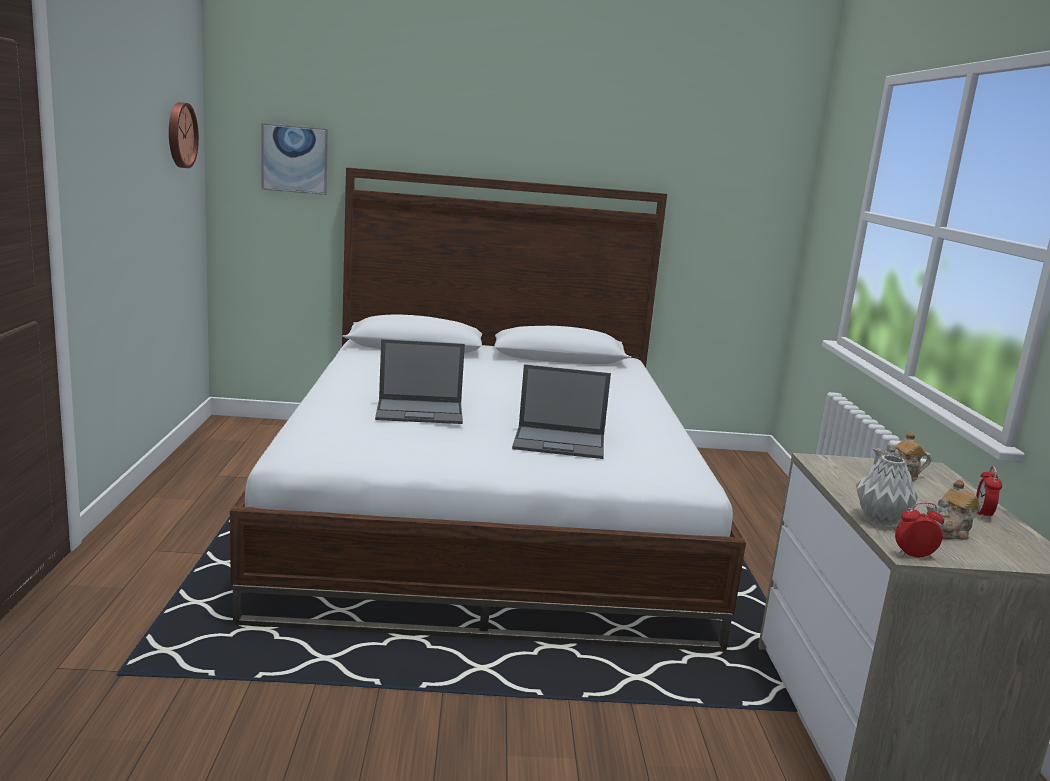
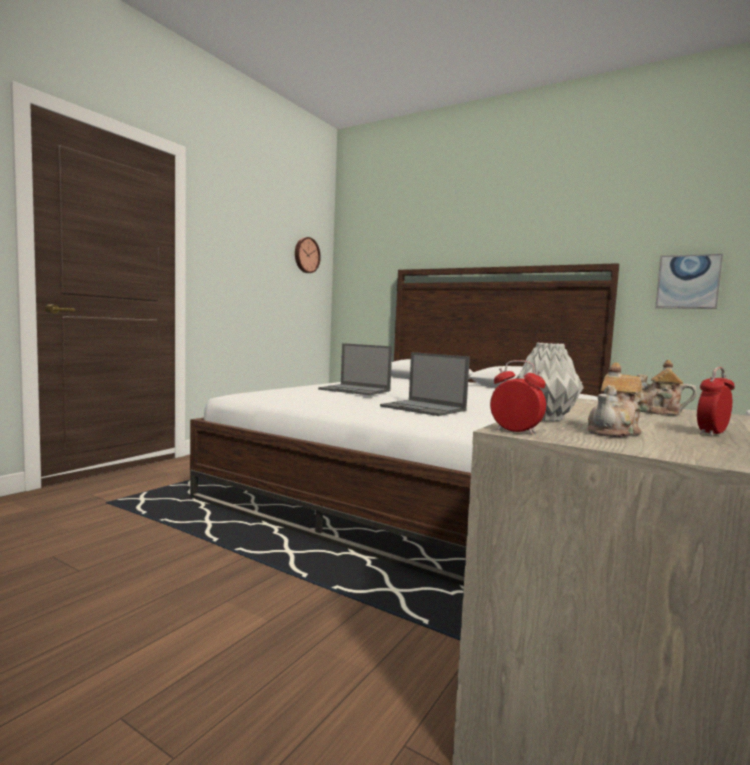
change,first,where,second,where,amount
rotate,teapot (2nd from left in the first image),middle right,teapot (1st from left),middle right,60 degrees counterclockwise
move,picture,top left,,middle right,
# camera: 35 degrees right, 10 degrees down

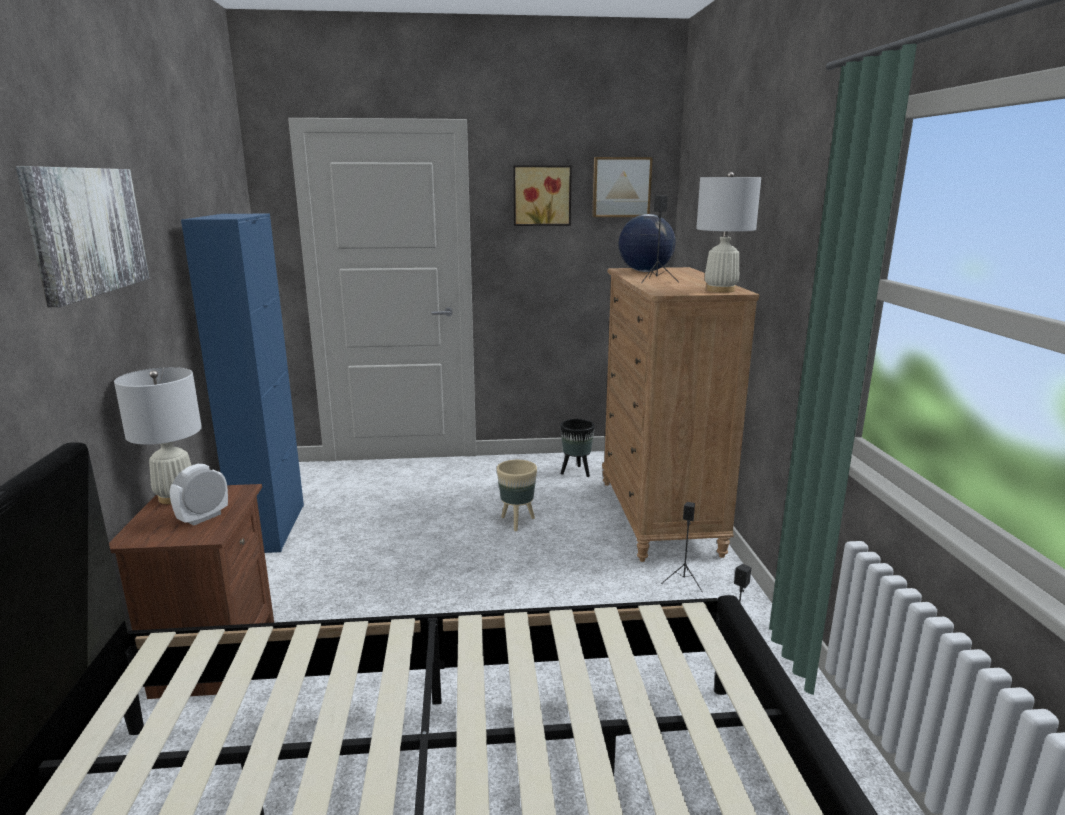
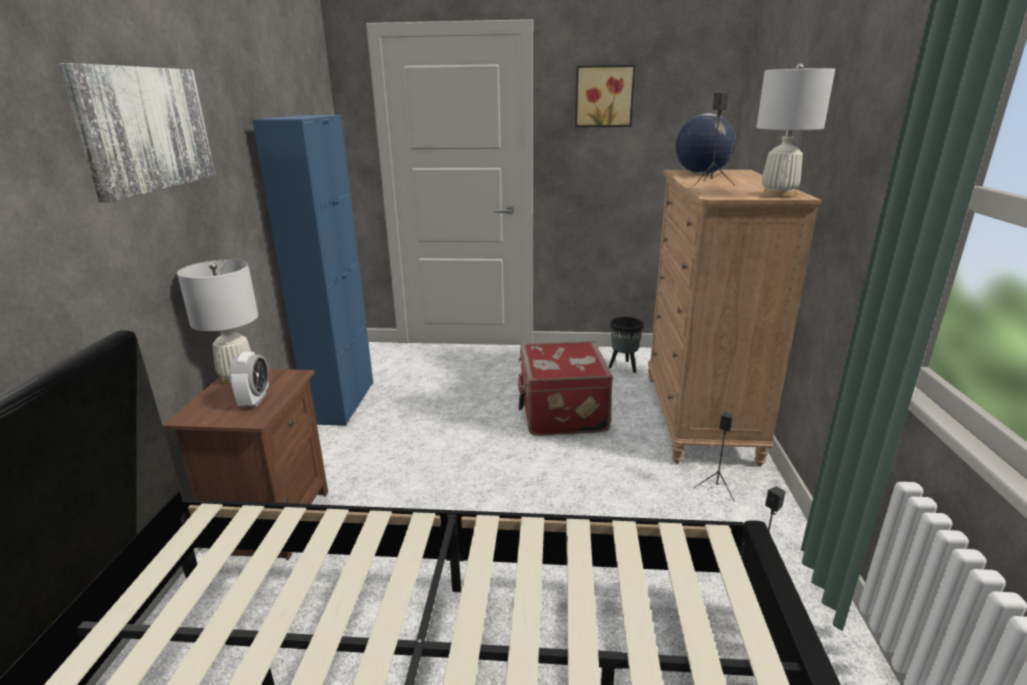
change,first,where,second,where,amount
rotate,alarm clock,middle left,,middle left,135 degrees clockwise
replace,planter (beige),centre,suitcase (red),centre,
delete,picture (3rd from left),top centre,,,
# camera: 10 degrees right, 5 degrees up

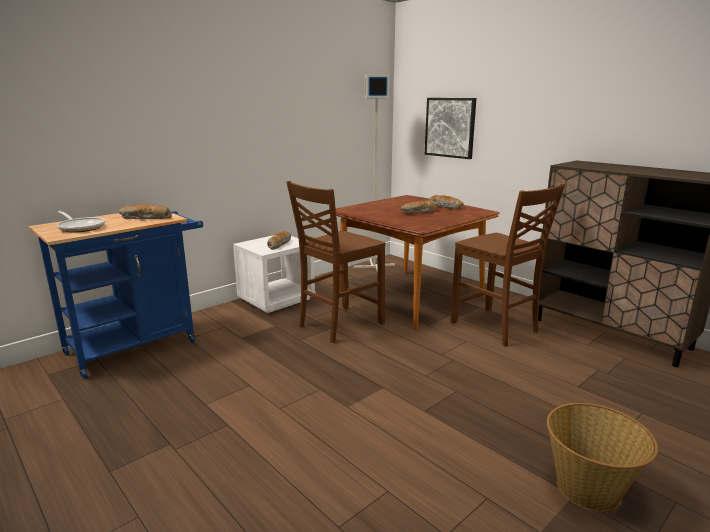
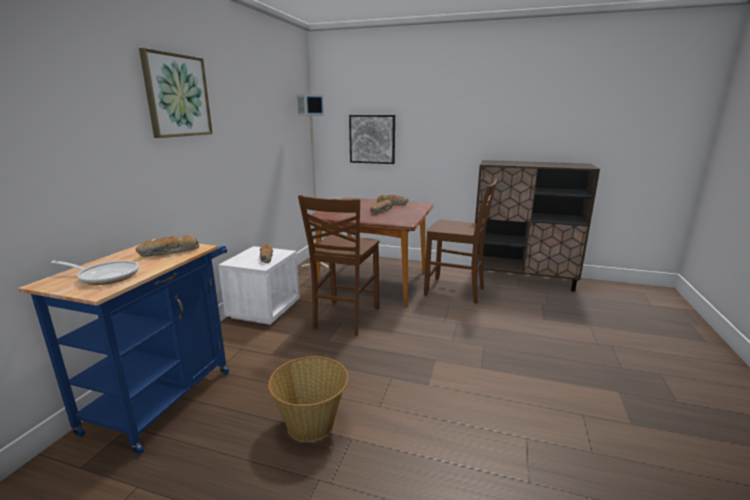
change,first,where,second,where,amount
insert,,,picture (1st from left),top left,
move,basket,bottom right,,bottom centre,
# camera: 30 degrees left, 0 degrees up

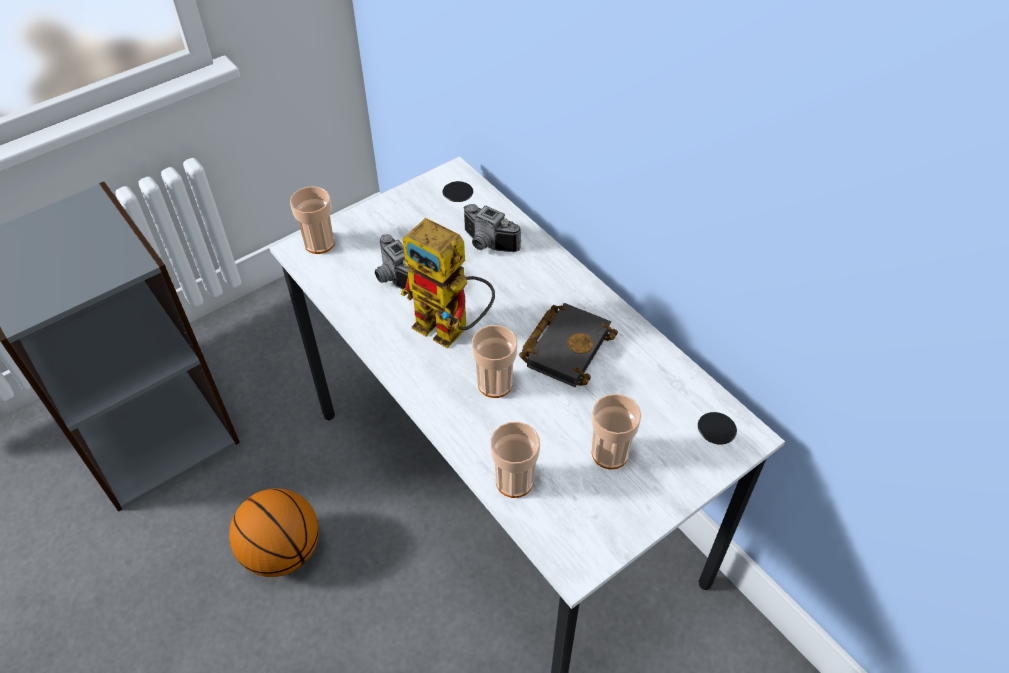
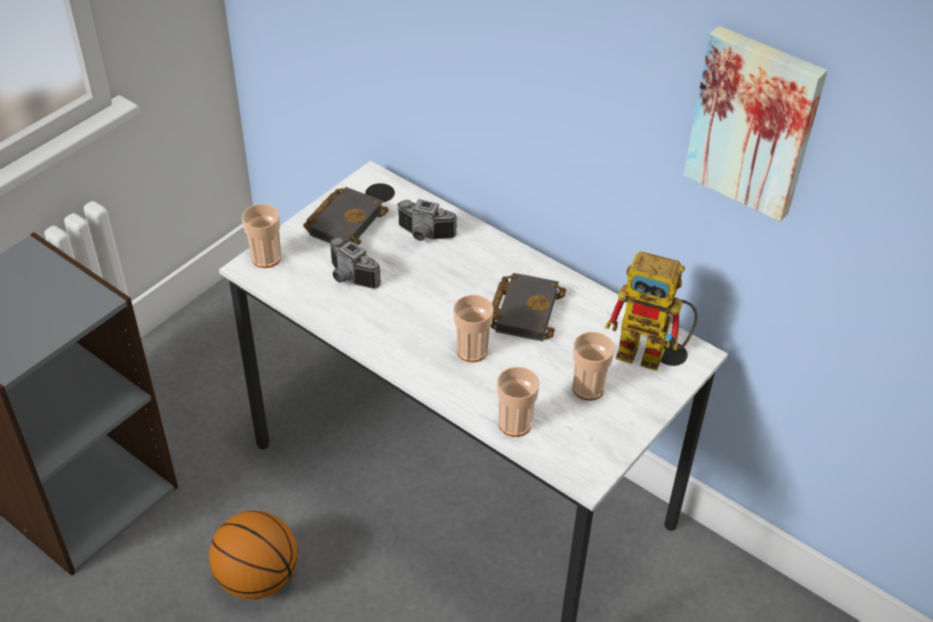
change,first,where,second,where,amount
insert,,,book (black) (1st from left),centre,
move,toy robot,centre,,middle right,
insert,,,picture,top right,
# camera: 15 degrees left, 5 degrees down

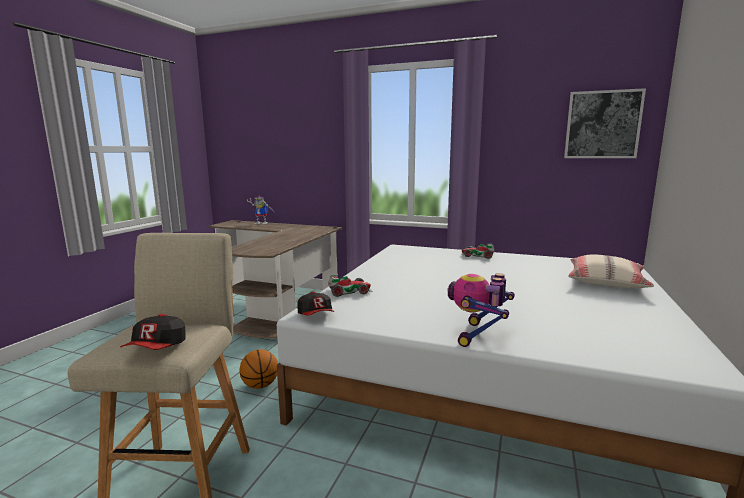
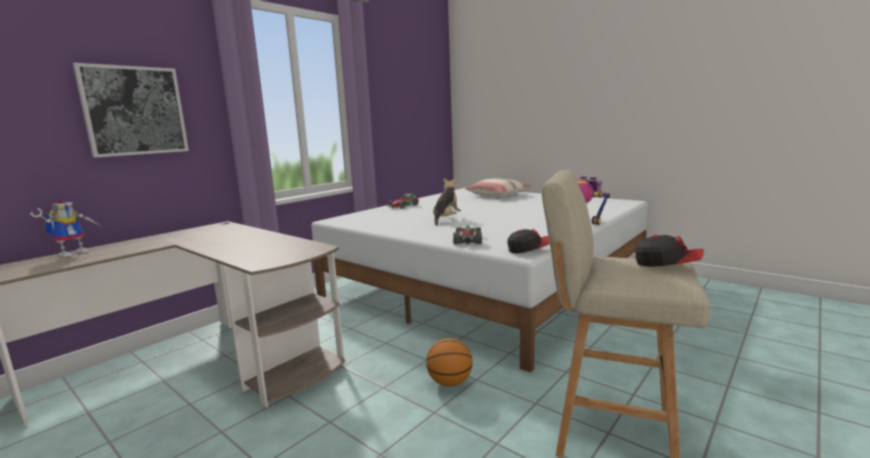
change,first,where,second,where,amount
move,picture,top right,,top left,
insert,,,plush toy,centre,
# camera: 70 degrees left, 0 degrees up

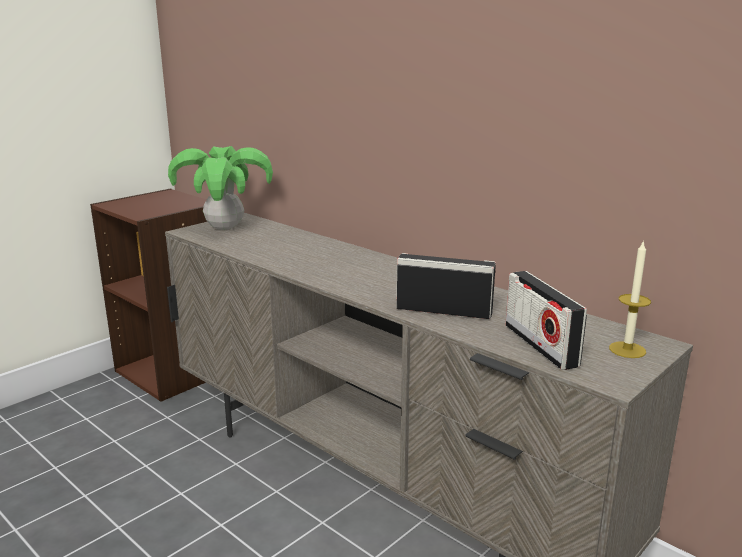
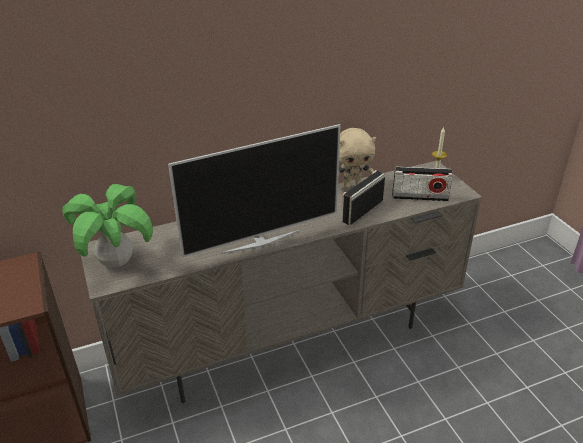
change,first,where,second,where,amount
insert,,,television,centre,
insert,,,plush toy (beige),centre,
# camera: 65 degrees left, 15 degrees up

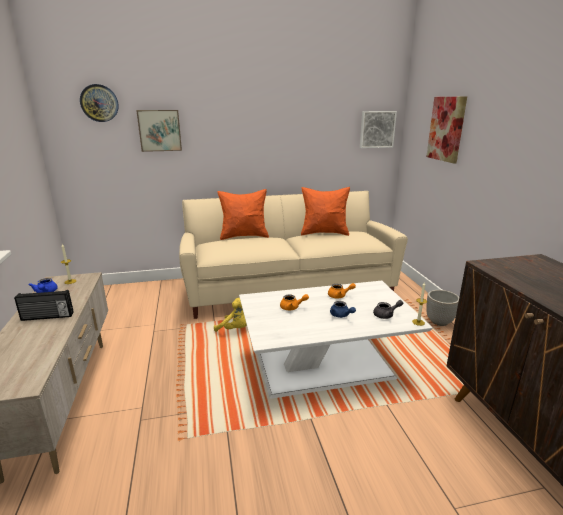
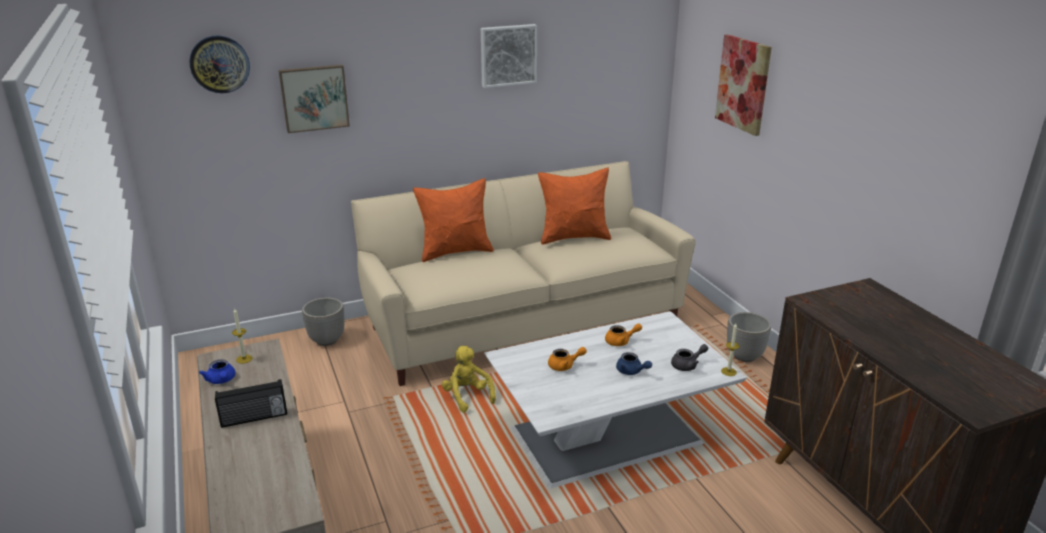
change,first,where,second,where,amount
insert,,,planter (1st from left),middle left,
rotate,plush toy (yellow),centre,,bottom centre,135 degrees counterclockwise
move,picture (2nd from left),top right,,top centre,
# camera: 10 degrees left, 5 degrees up

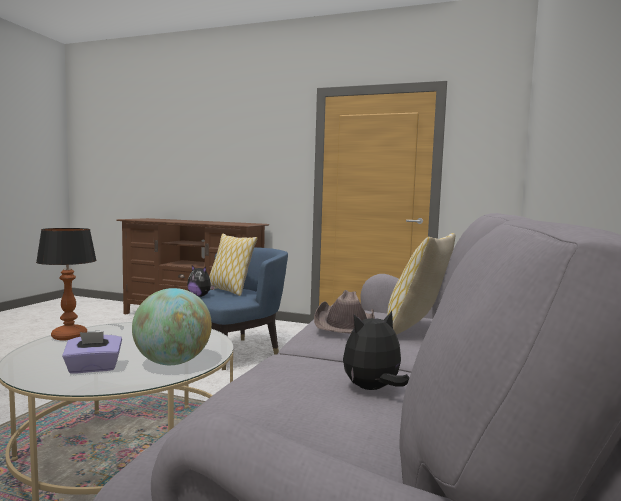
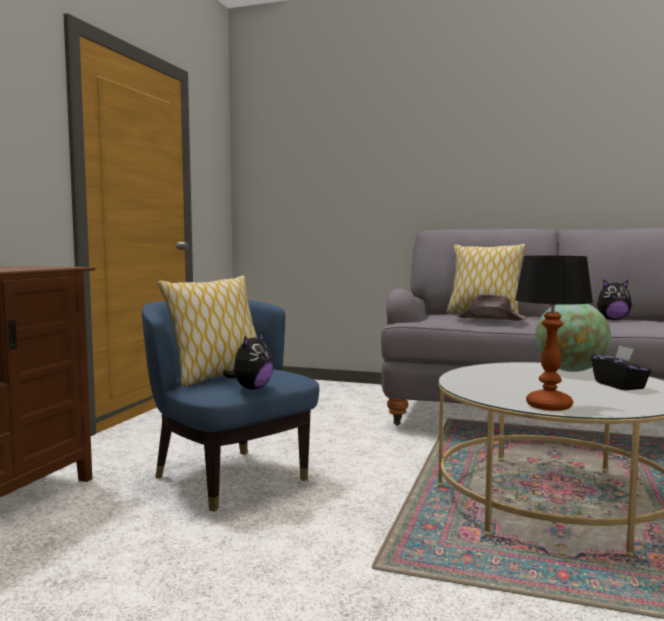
change,first,where,second,where,amount
recolor,tissue box (purple),bottom left,tissue box (black),middle right,
rotate,plush toy (2nd from left),bottom centre,,middle right,60 degrees counterclockwise
# camera: 90 degrees left, 0 degrees up

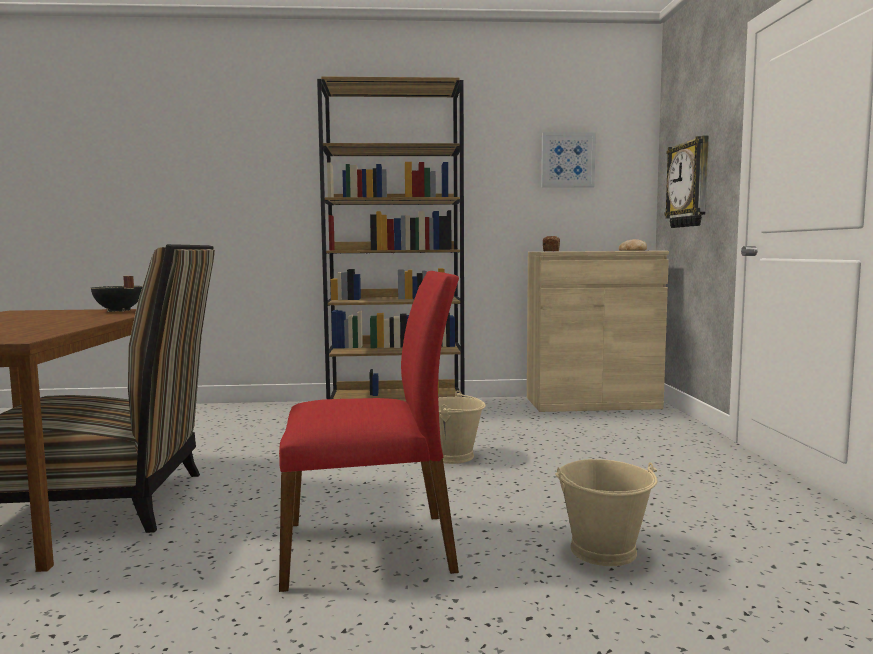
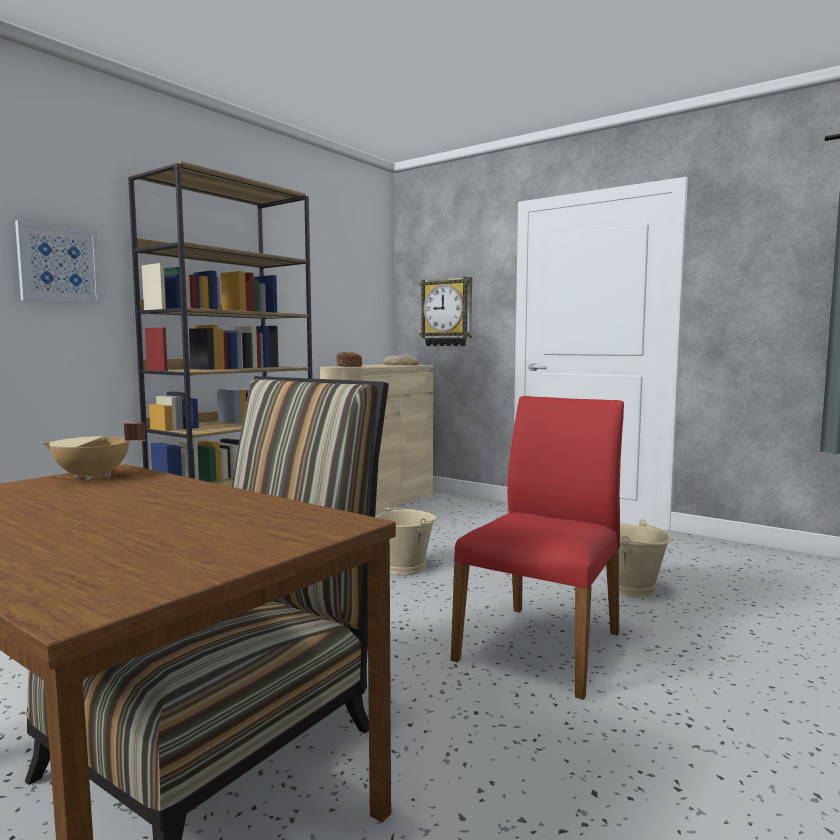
change,first,where,second,where,amount
move,picture,top centre,,top left,
recolor,cooking pot (black),middle left,cooking pot (beige),middle left,
# camera: 50 degrees left, 0 degrees up

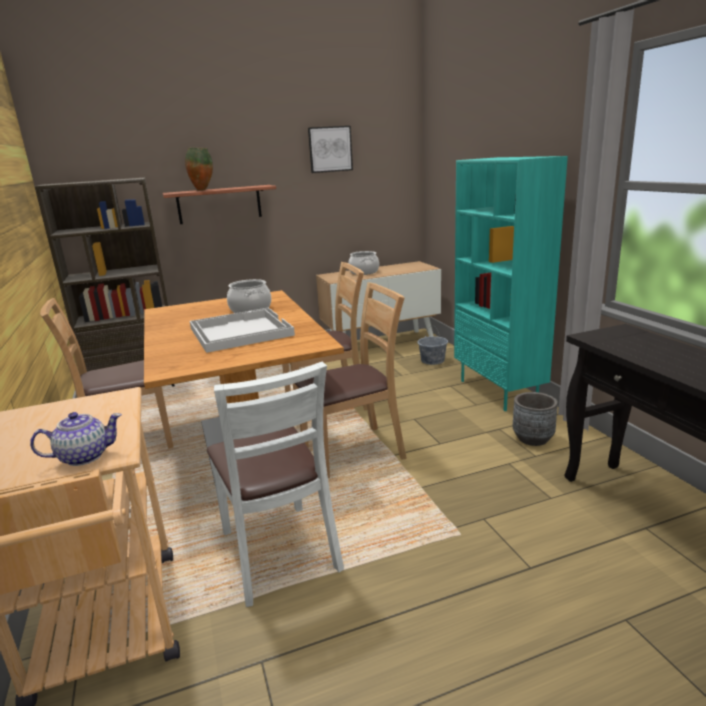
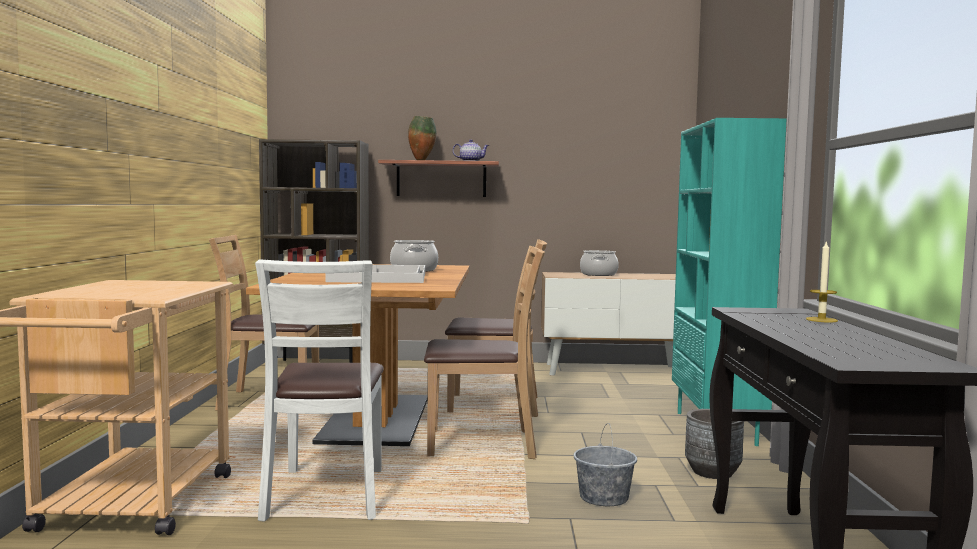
change,first,where,second,where,amount
move,teapot,middle left,,top centre,
move,bucket (grey),centre,,bottom centre,
insert,,,candle,middle right,
delete,picture,top centre,,,
# camera: 20 degrees right, 15 degrees down

